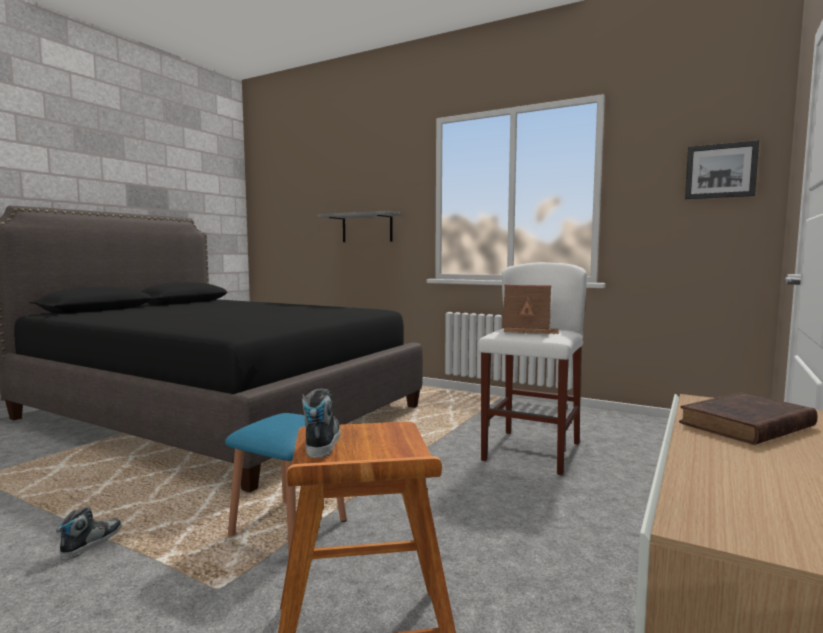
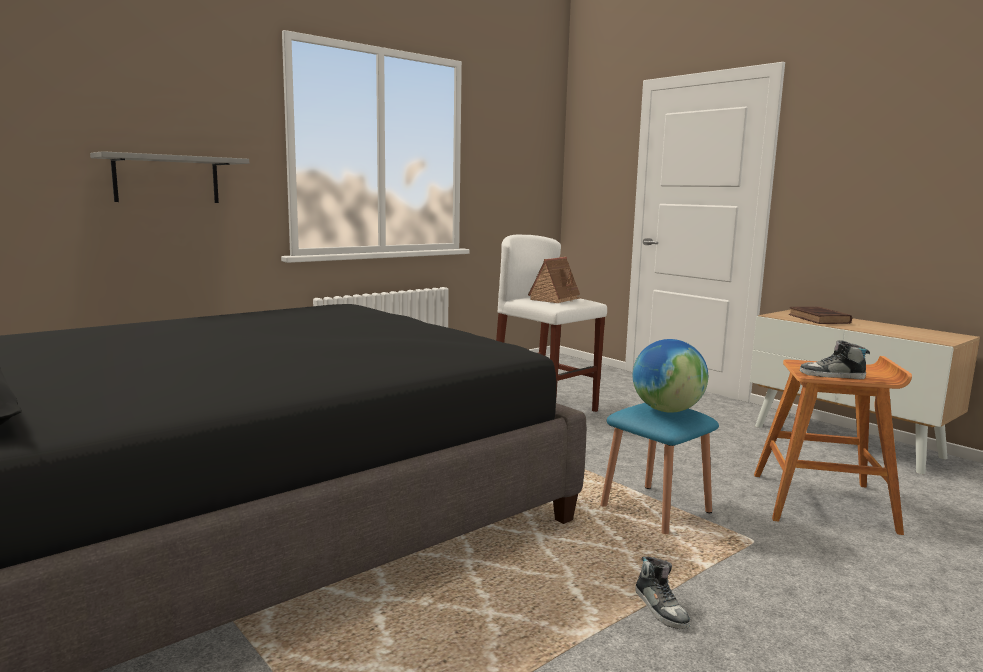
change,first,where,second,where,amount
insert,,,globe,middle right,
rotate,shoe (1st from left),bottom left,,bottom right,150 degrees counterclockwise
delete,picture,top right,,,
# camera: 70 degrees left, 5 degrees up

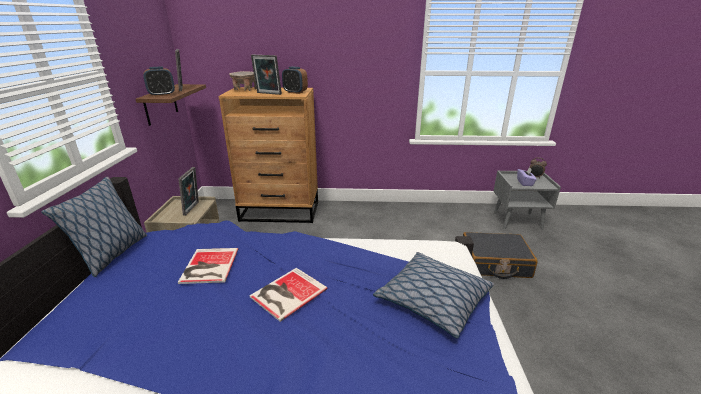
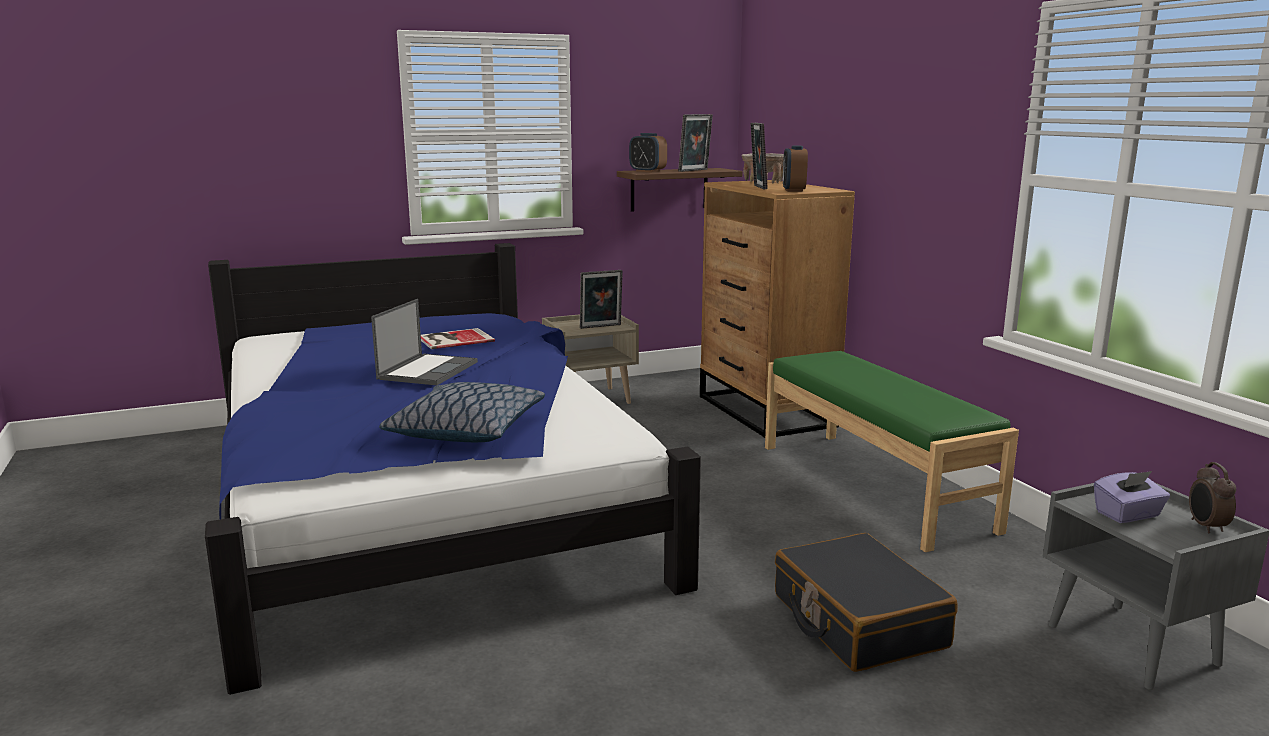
change,first,where,second,where,amount
replace,book (2nd from left),bottom centre,laptop,centre,
insert,,,bench (green),middle right,
delete,pillow (1st from left),middle left,,,
# camera: 65 degrees right, 10 degrees down

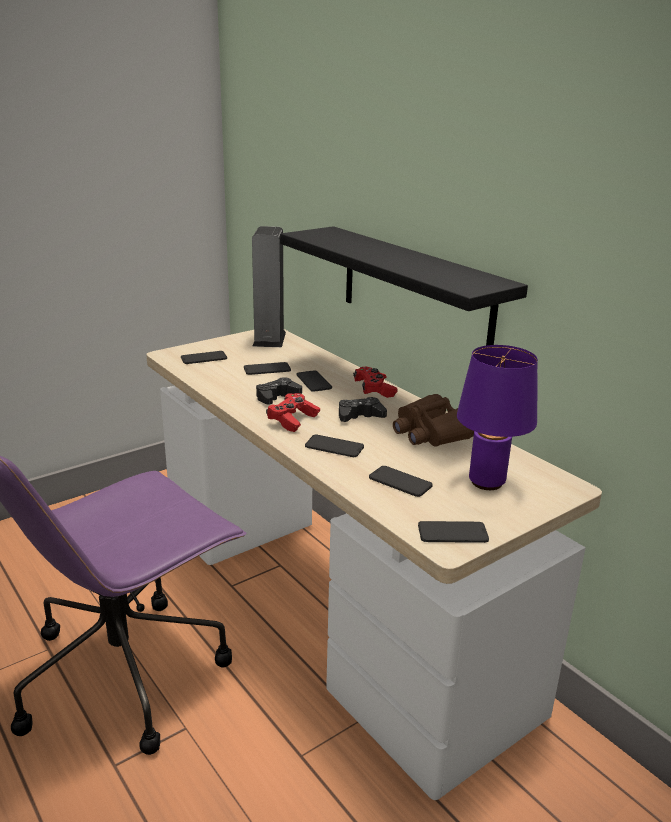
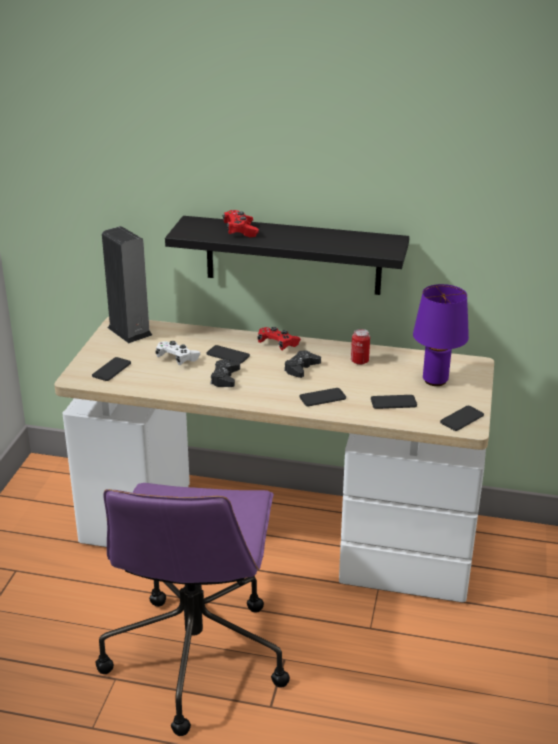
change,first,where,second,where,amount
replace,phone (2nd from left),centre,game controller (white),middle left,
move,game controller (red) (1st from left),centre,,top centre,
replace,binoculars (brown),centre,can,centre,
# camera: 40 degrees left, 5 degrees up

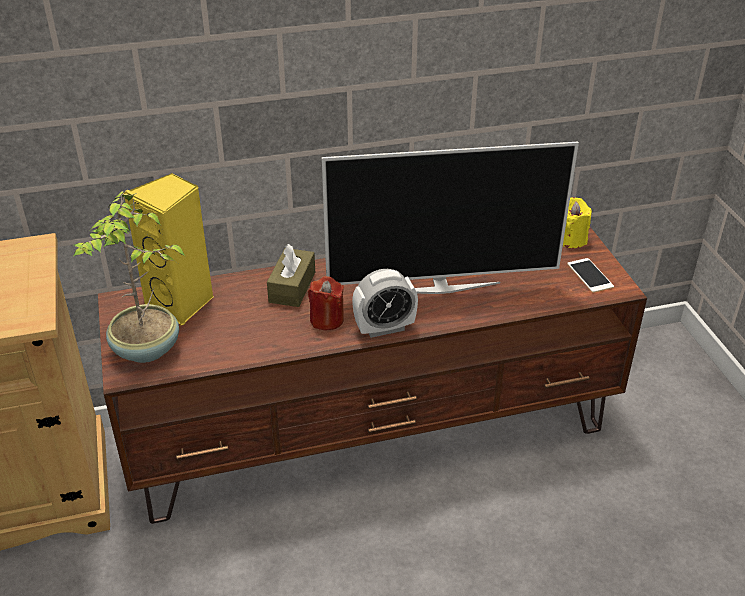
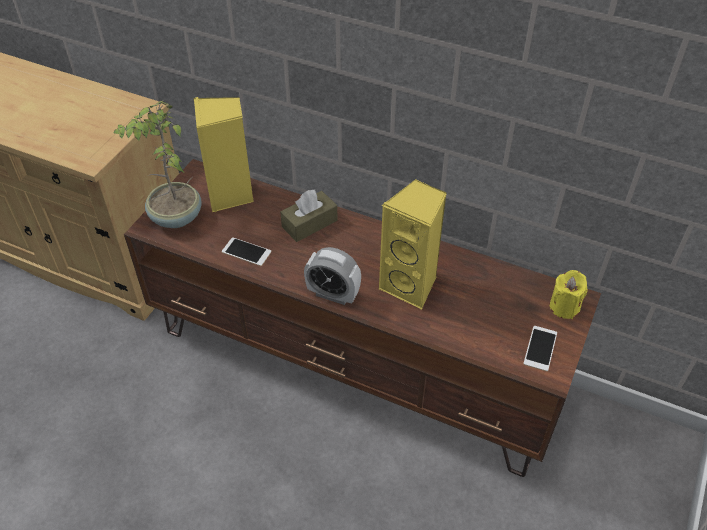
change,first,where,second,where,amount
insert,,,phone (1st from left),centre,
replace,television,centre,speaker (yellow) (2nd from left),centre,
delete,candle (red),centre,,,
# camera: 40 degrees right, 10 degrees up

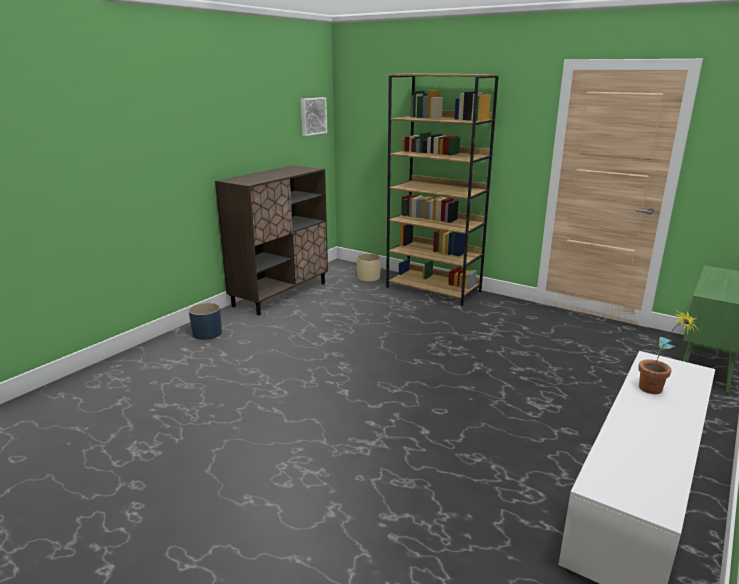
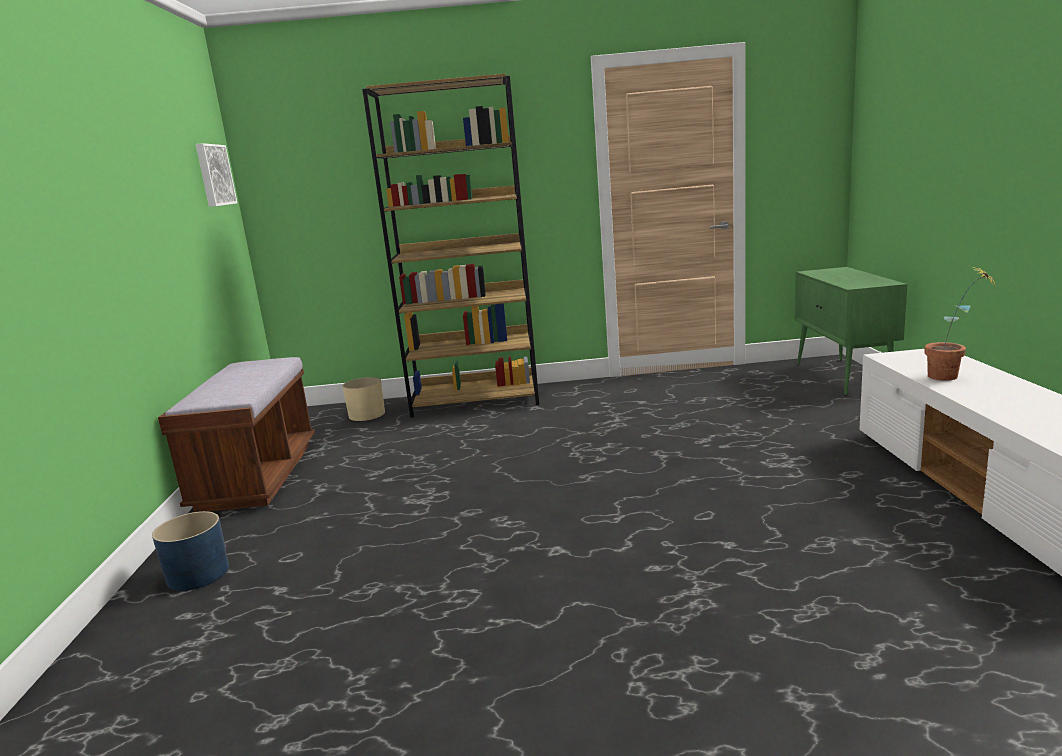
change,first,where,second,where,amount
replace,cabinet (brown),centre,bench (brown),middle left,
# camera: 35 degrees left, 5 degrees down

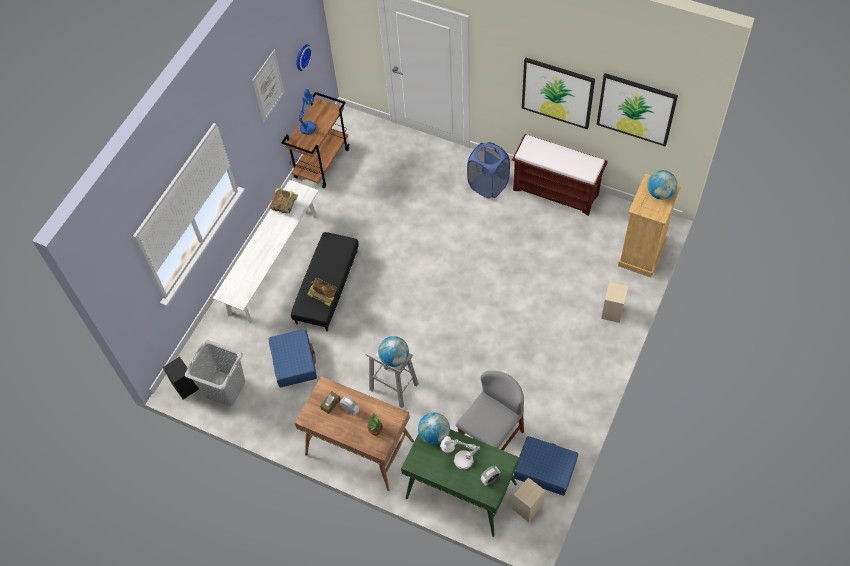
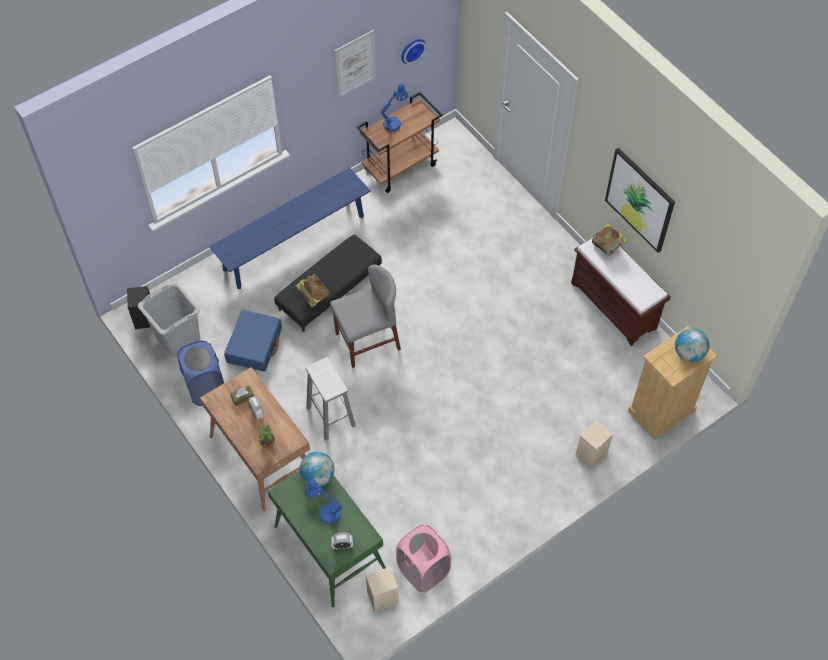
change,first,where,second,where,amount
move,laundry basket (blue),top centre,,middle left,
recolor,bench (white),middle left,bench (blue),centre,
recolor,table lamp (white),bottom centre,table lamp (blue) (1st from left),bottom centre,
move,chair (grey),bottom centre,,centre,
replace,suitcase (blue) (2nd from left),bottom centre,laundry basket (pink),bottom centre,
move,book (1st from left in the first image),centre,book (2nd from left),middle right,
delete,globe (1st from left),centre,,,
delete,picture (3rd from left),top right,,,
# camera: 25 degrees right, 0 degrees up

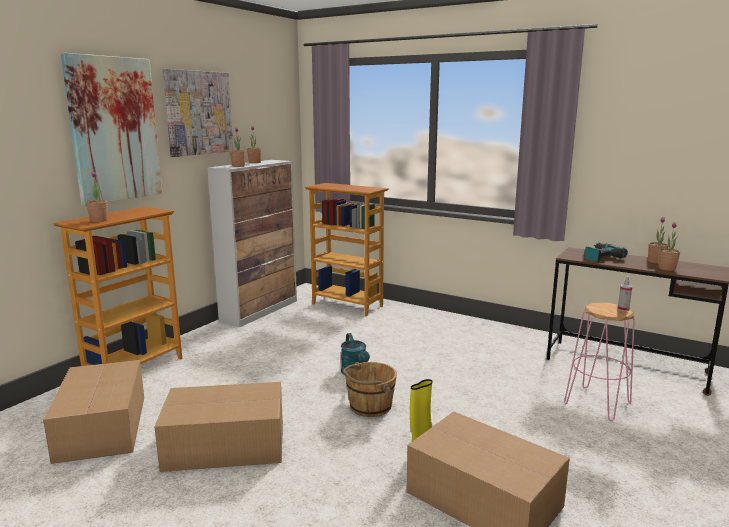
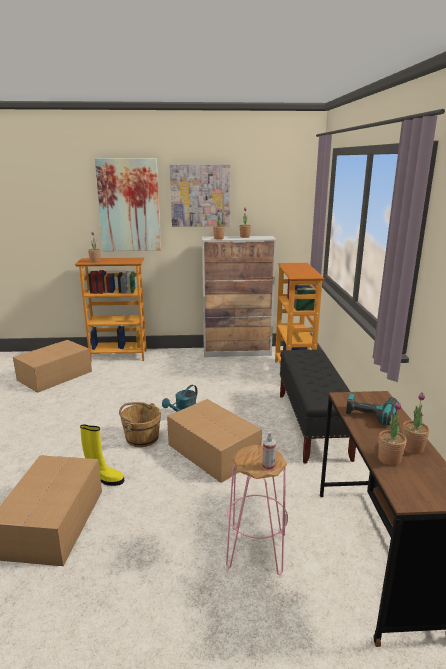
change,first,where,second,where,amount
move,cardboard box (2nd from left in the first image),bottom left,cardboard box (3rd from left),centre,
insert,,,bench (black),middle right,
# camera: 55 degrees right, 5 degrees up

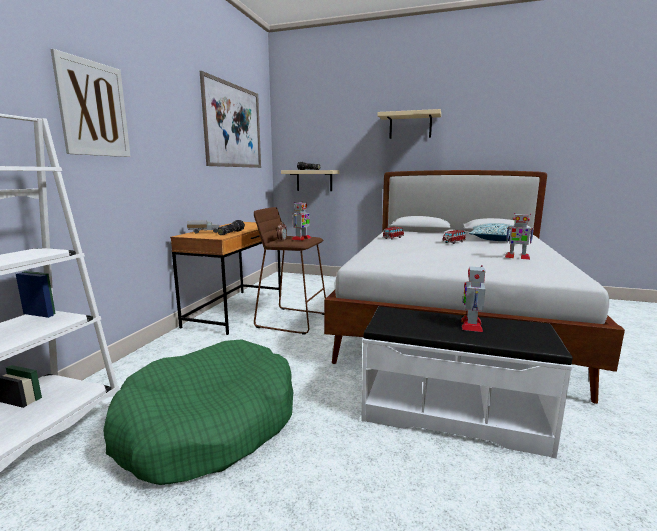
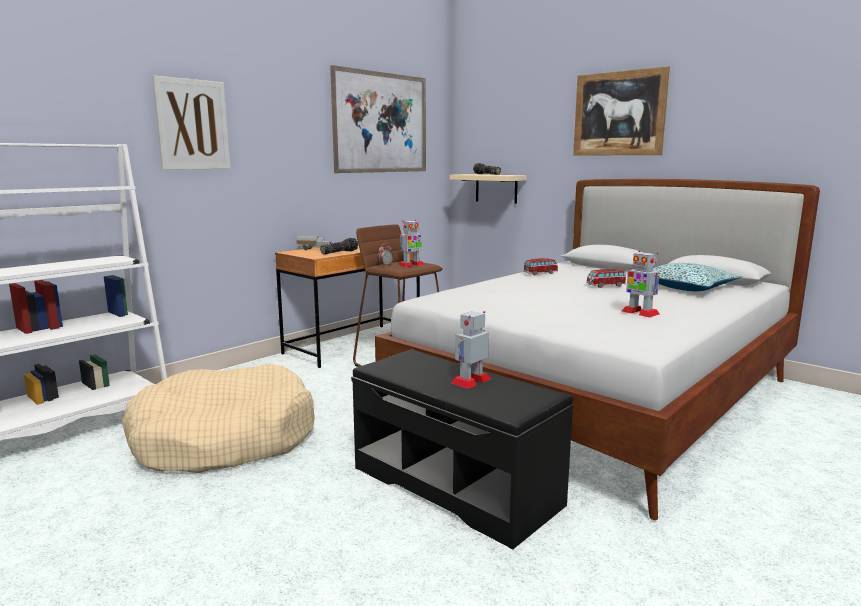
change,first,where,second,where,amount
recolor,dog bed (green),bottom left,dog bed (beige),bottom left,
recolor,bench (white),bottom right,bench (black),bottom centre,
replace,shelf (beige) (2nd from left),top centre,picture (3rd from left),top right,
# camera: 25 degrees right, 0 degrees up

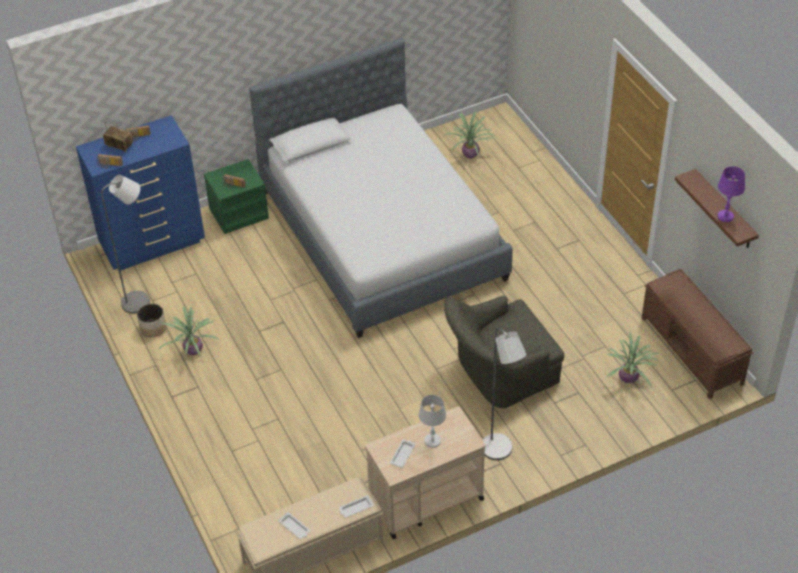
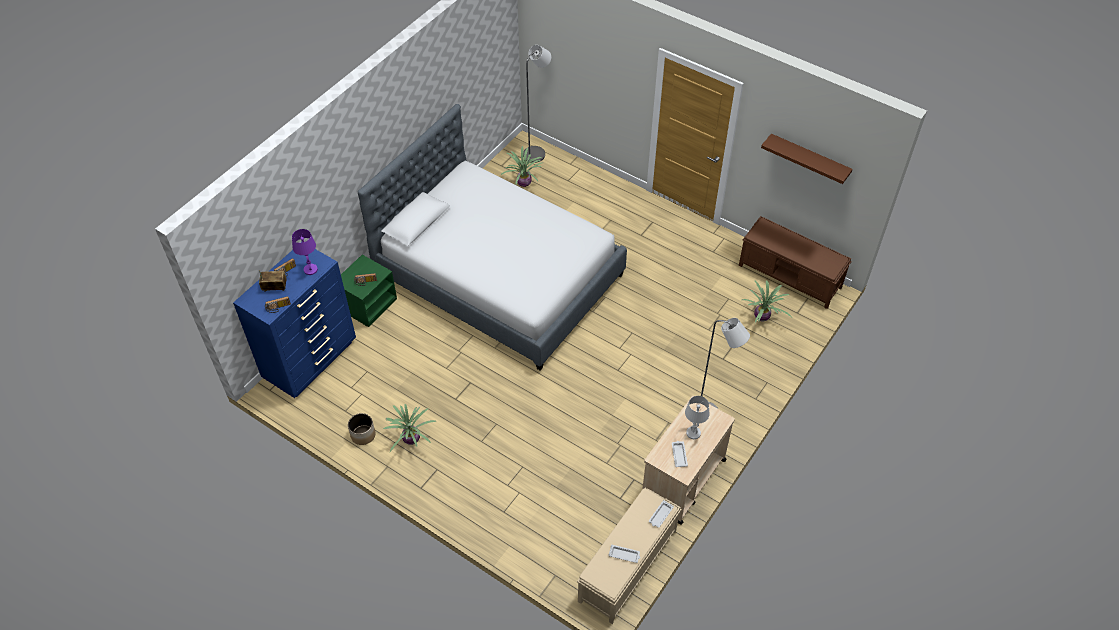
change,first,where,second,where,amount
move,table lamp (purple),middle right,,middle left,
move,floor lamp (grey) (1st from left),middle left,,top centre,
delete,armchair (green),centre,,,
# camera: 30 degrees left, 5 degrees up

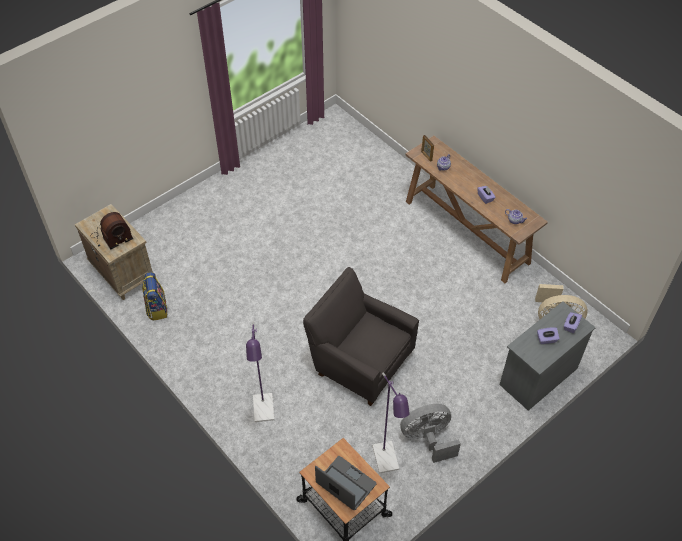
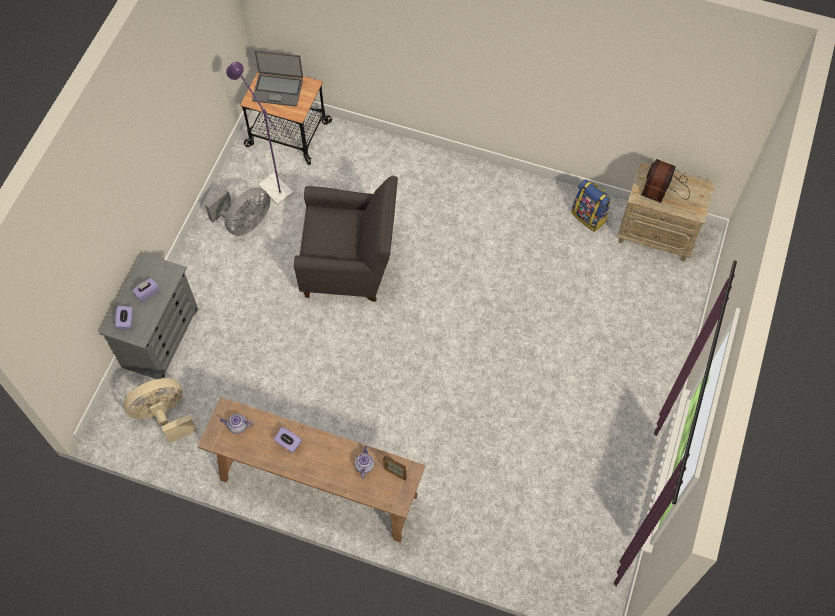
change,first,where,second,where,amount
delete,floor lamp (purple) (1st from left),bottom centre,,,
# camera: 150 degrees right, 10 degrees up

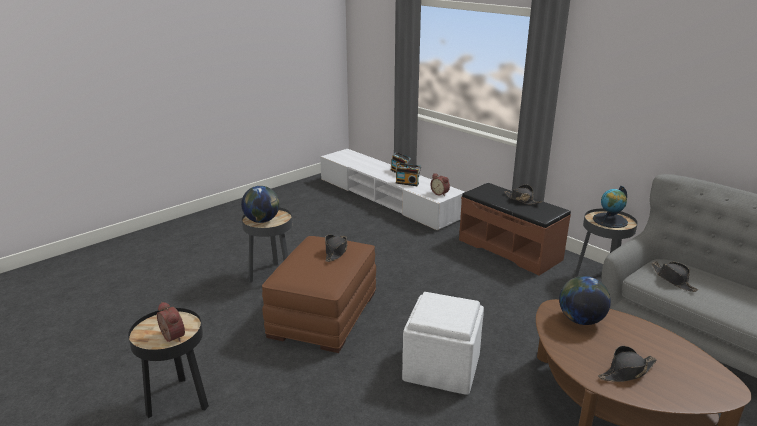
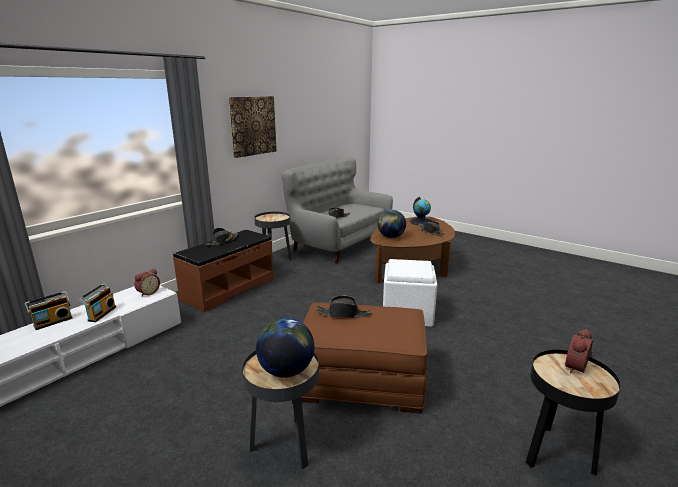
change,first,where,second,where,amount
insert,,,picture,top centre,
move,globe (3rd from left),middle right,,centre,
# camera: 100 degrees left, 5 degrees down

